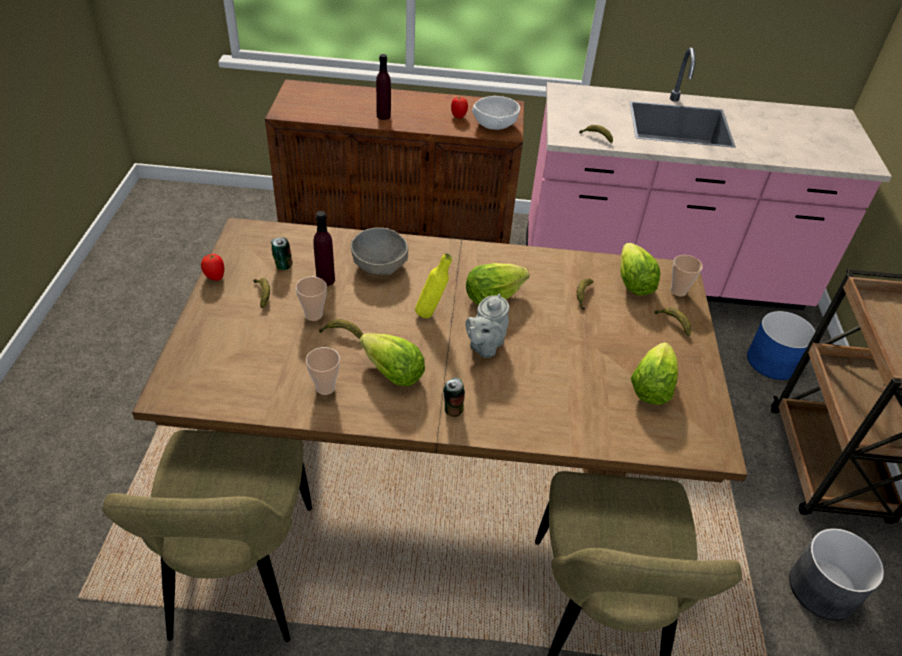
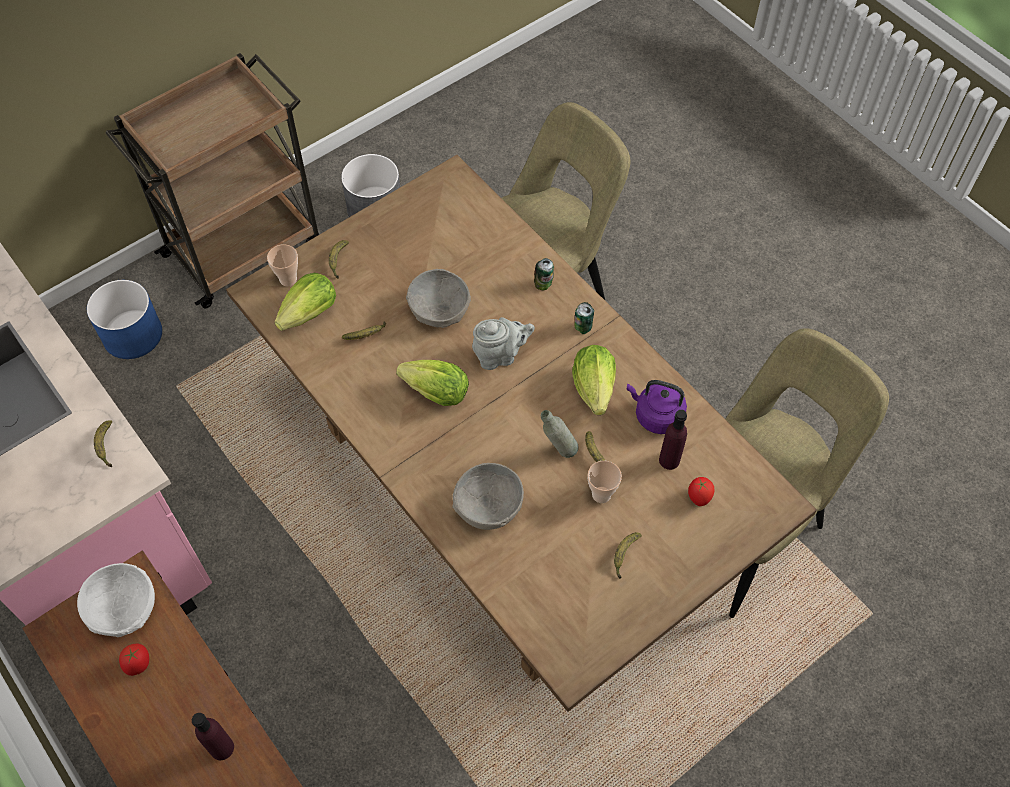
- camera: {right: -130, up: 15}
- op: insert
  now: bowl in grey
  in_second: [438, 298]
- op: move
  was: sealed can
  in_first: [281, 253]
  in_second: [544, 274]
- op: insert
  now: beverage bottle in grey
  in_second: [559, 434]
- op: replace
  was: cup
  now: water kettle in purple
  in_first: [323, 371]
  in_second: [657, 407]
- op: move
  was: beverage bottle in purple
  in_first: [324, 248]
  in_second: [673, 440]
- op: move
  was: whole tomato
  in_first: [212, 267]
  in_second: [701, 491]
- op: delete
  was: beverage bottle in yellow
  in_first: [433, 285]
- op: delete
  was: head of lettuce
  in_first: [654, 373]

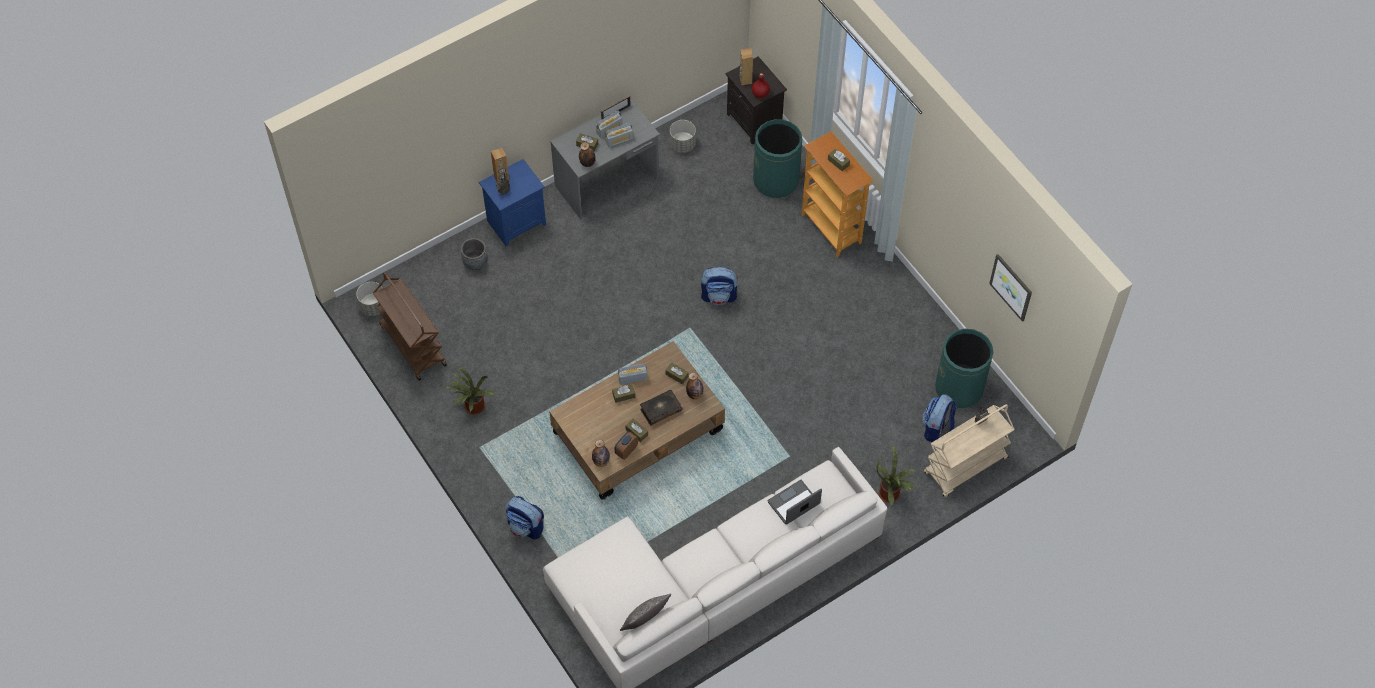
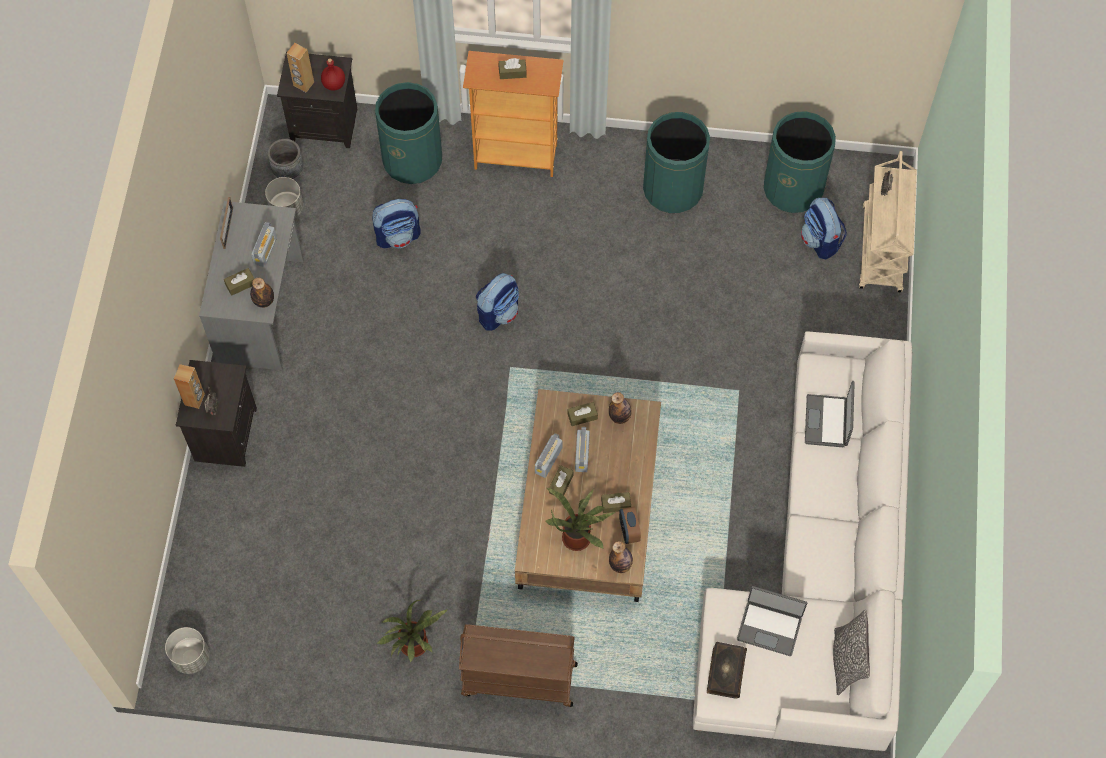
- camera: {right: -50, up: 5}
- op: recolor
  was: nightstand in bluish
  now: nightstand in blackish
  in_first: [512, 202]
  in_second: [216, 413]
- op: move
  was: flower pot in grey
  in_first: [474, 254]
  in_second: [285, 159]
- op: move
  was: rucksack
  in_first: [525, 518]
  in_second: [396, 223]
- op: move
  was: cart in brownish
  in_first: [410, 326]
  in_second: [518, 665]
- op: move
  was: plant in a pot
  in_first: [897, 475]
  in_second: [581, 519]
- op: move
  was: radio receiver
  in_first: [609, 124]
  in_second: [582, 449]
- op: insert
  now: rubbish bin in green-coloured
  in_second: [676, 162]
- op: move
  was: volume
  in_first: [661, 408]
  in_second: [727, 670]
- op: insert
  now: portable computer
  in_second: [772, 621]
- op: delete
  was: wall picture
  in_first: [1010, 288]

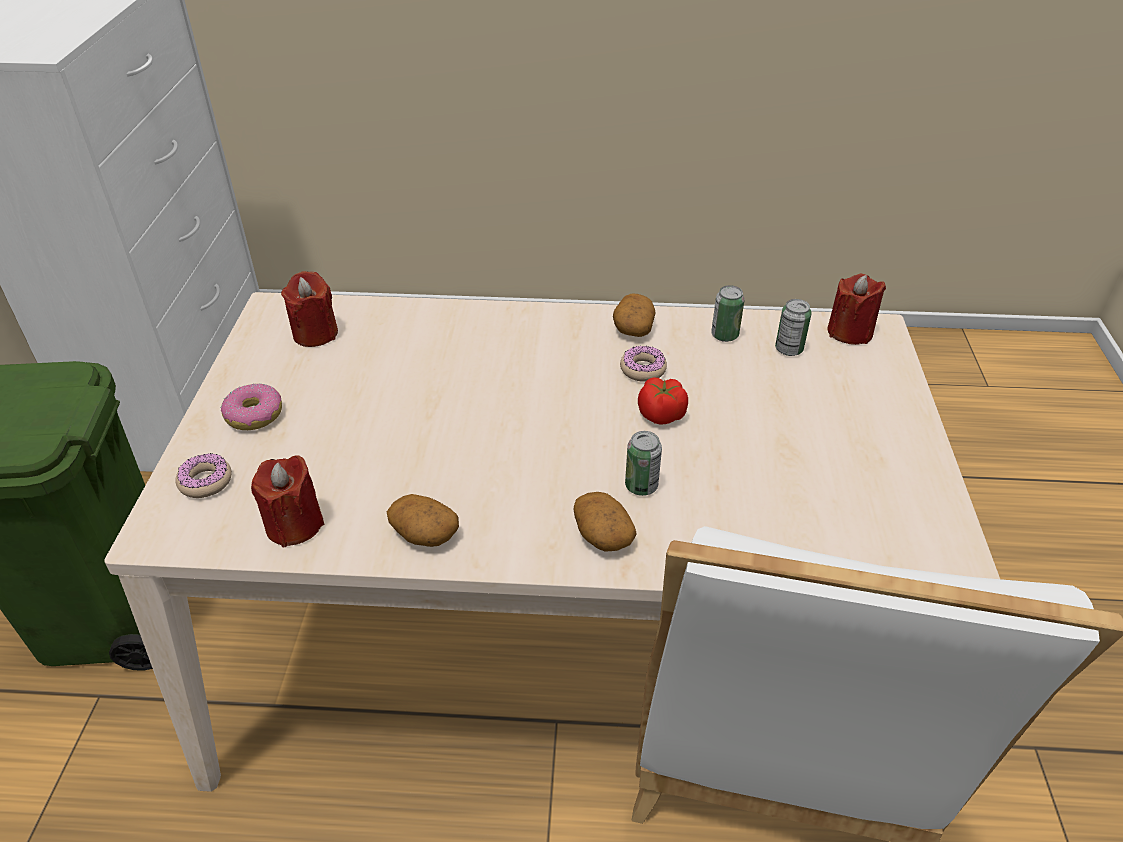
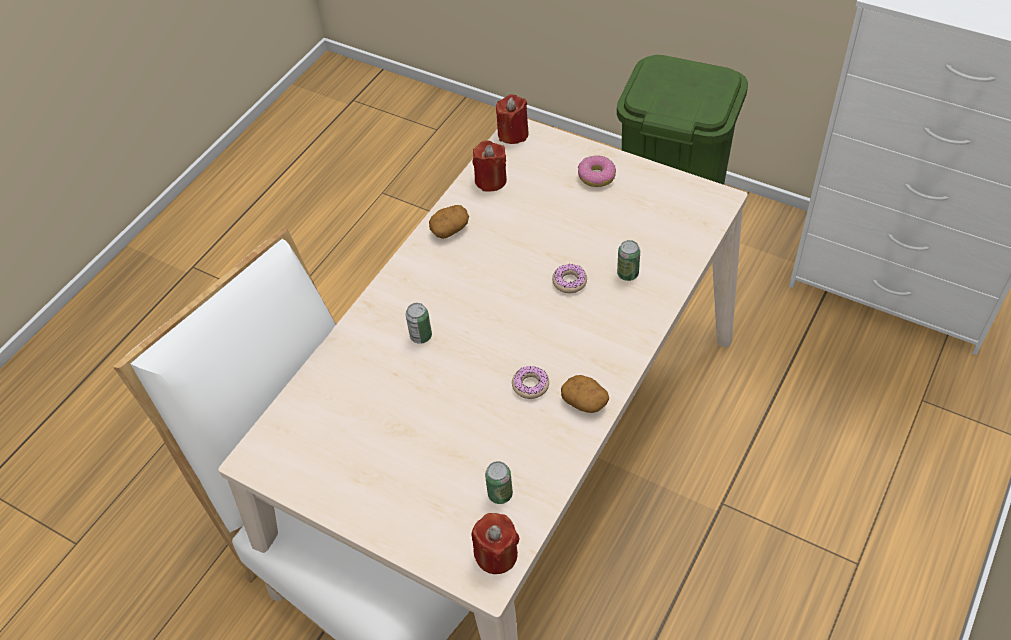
- camera: {right: 120, up: 10}
- op: move
  was: candle in reddish
  in_first: [309, 309]
  in_second: [512, 119]
- op: move
  was: doughnut
  in_first: [203, 475]
  in_second: [569, 278]
- op: move
  was: sealed can
  in_first: [728, 313]
  in_second: [628, 260]
- op: delete
  was: whole potato
  in_first: [605, 522]
- op: delete
  was: whole tomato
  in_first: [663, 401]

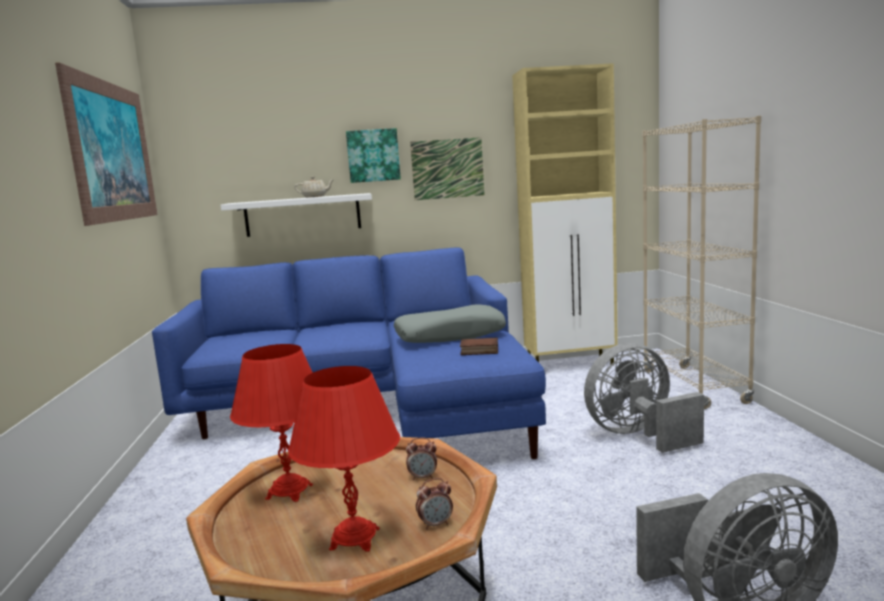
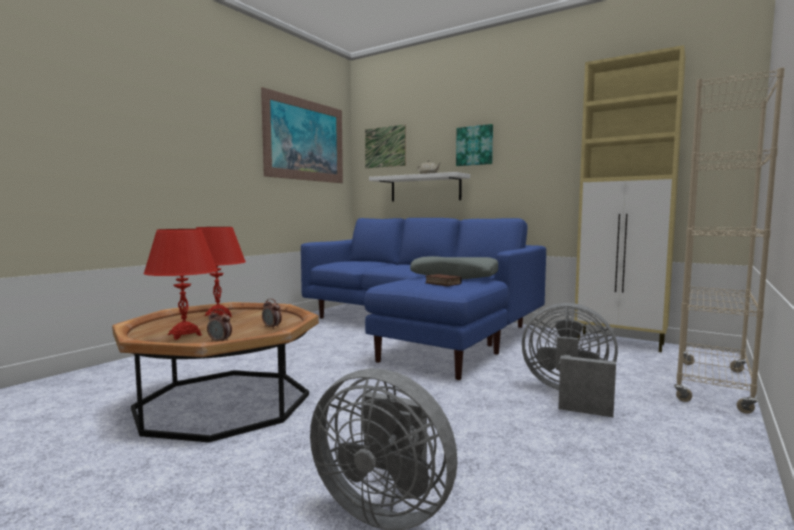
- camera: {right: 40, up: -5}
- op: move
  was: wall picture
  in_first: [447, 168]
  in_second: [385, 146]

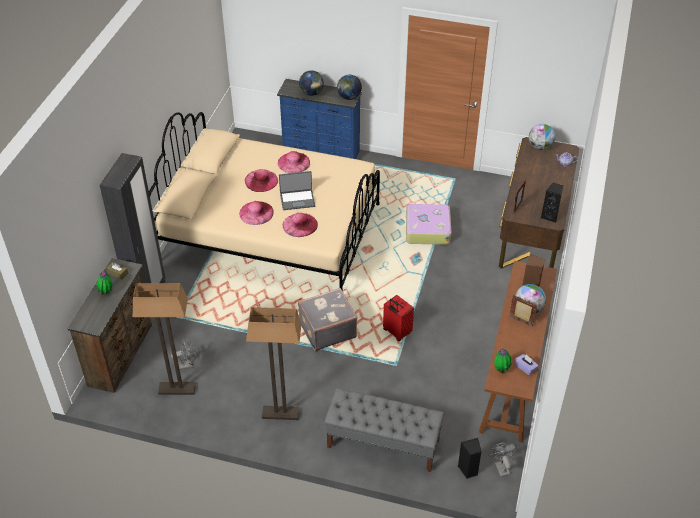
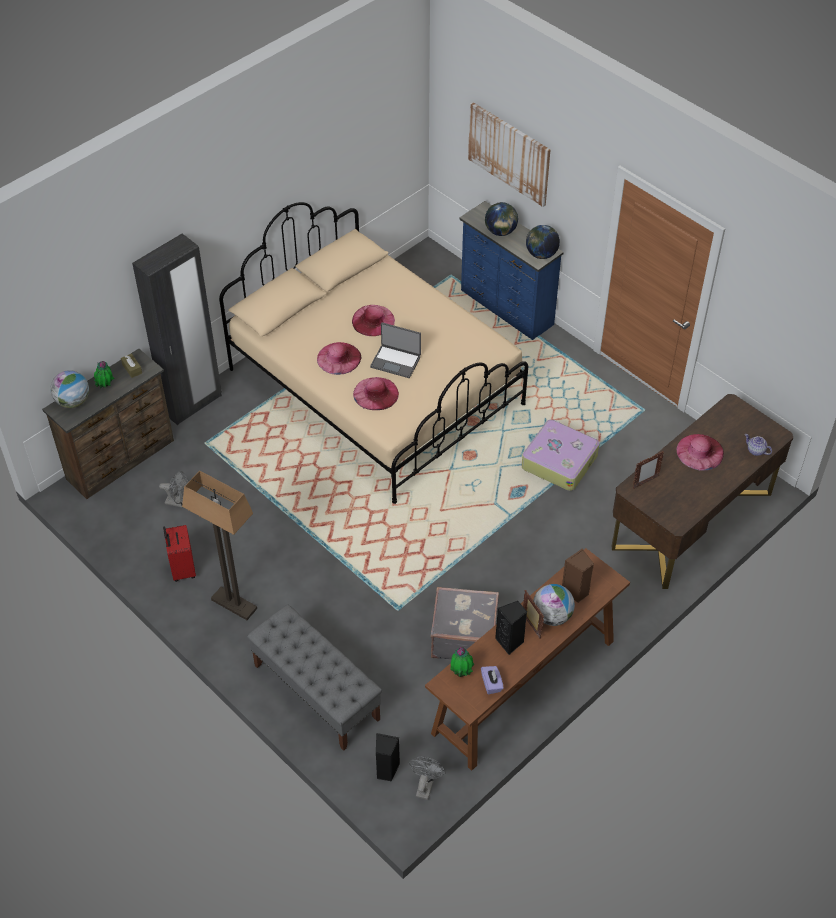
- camera: {right: 30, up: 5}
- op: move
  was: desk globe
  in_first: [542, 137]
  in_second: [69, 389]
- op: move
  was: travel case in reddish
  in_first: [398, 318]
  in_second: [179, 553]
- op: move
  was: travel case in grey
  in_first: [327, 319]
  in_second: [465, 623]
- op: insert
  now: wall picture
  in_second: [509, 154]
- op: move
  was: loudspeaker in blackish
  in_first: [552, 203]
  in_second: [511, 628]
- op: move
  was: wearable hat in pinkish
  in_first: [294, 162]
  in_second: [700, 452]
- op: delete
  was: standard lamp
  in_first: [164, 339]

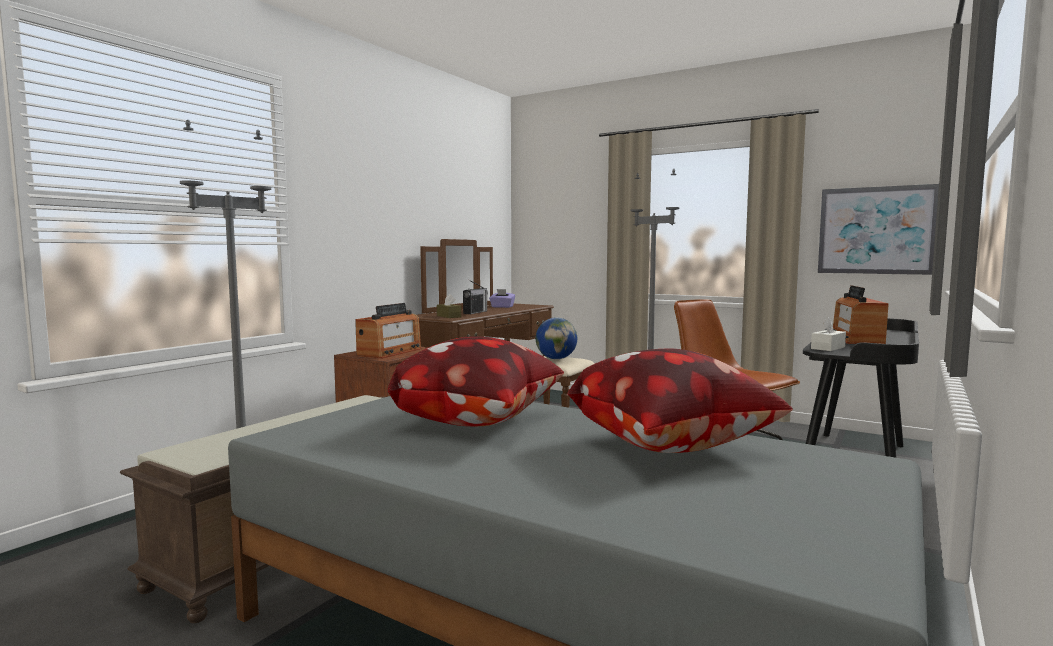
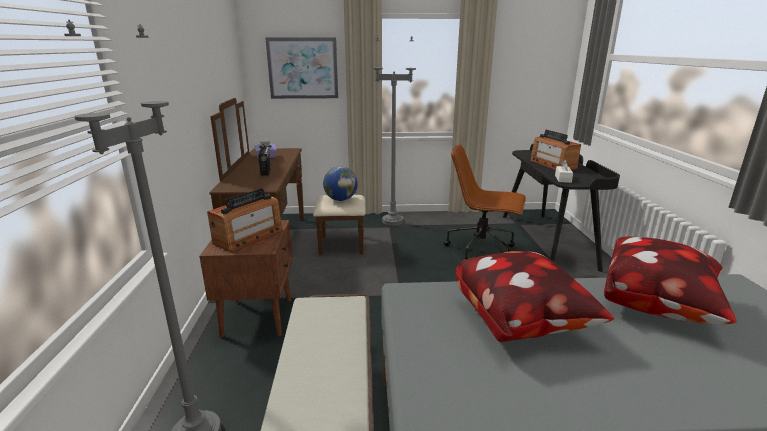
- camera: {right: -35, up: 15}
- op: rotate
  was: radio receiver
  in_first: [388, 330]
  in_second: [244, 220]
  clockwise: 45
- op: move
  was: wall picture
  in_first: [878, 229]
  in_second: [301, 68]
- op: delete
  was: tissue holder in brownish
  in_first: [449, 306]

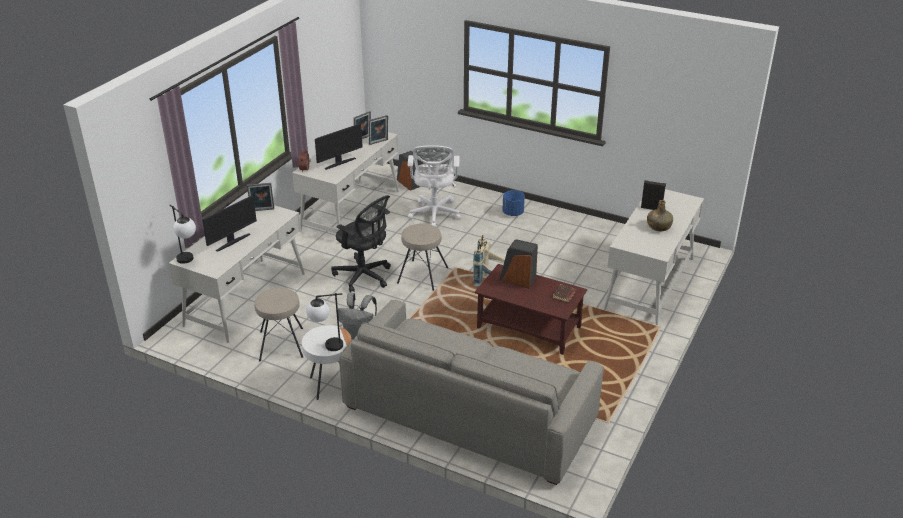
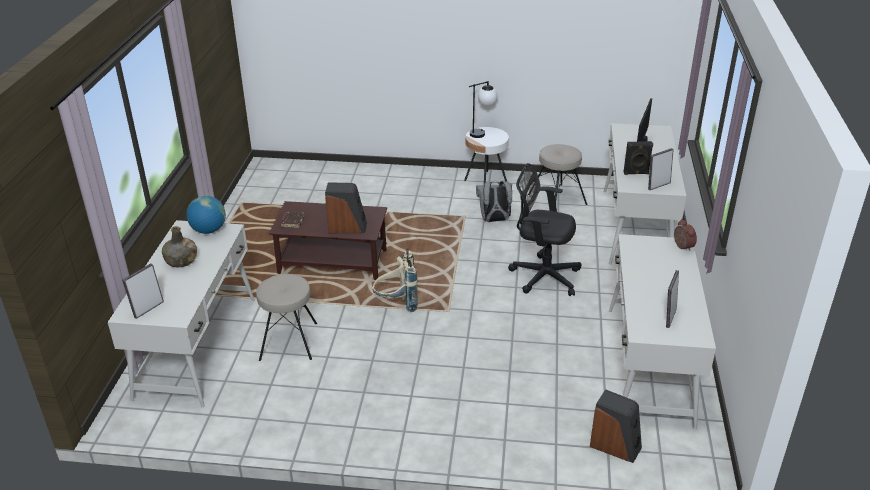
- camera: {right: 160, up: 0}
- op: move
  was: photo frame
  in_first: [378, 130]
  in_second: [143, 291]
- op: insert
  now: desk globe
  in_second: [206, 215]
- op: move
  was: sitting stool in beige-coloured
  in_first: [422, 257]
  in_second: [286, 317]
- op: move
  was: loudspeaker in blackish
  in_first: [653, 195]
  in_second: [638, 158]
- op: delete
  was: lamp for a table
  in_first: [182, 234]
- op: delete
  was: monitor
  in_first: [339, 147]
- op: delete
  was: settee in grey
  in_first: [471, 392]
- op: delete
  was: computer chair in white-coloured
  in_first: [434, 186]
- op: delete
  was: flower pot in bluish
  in_first: [513, 203]

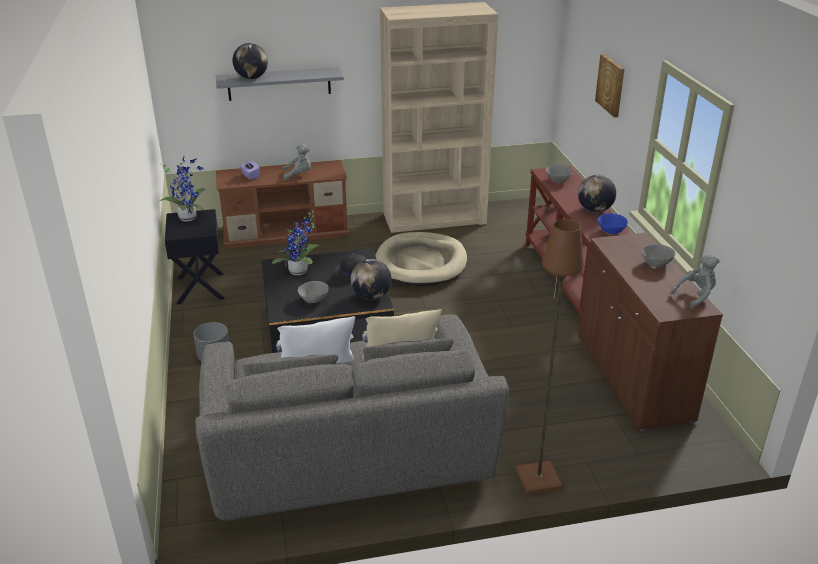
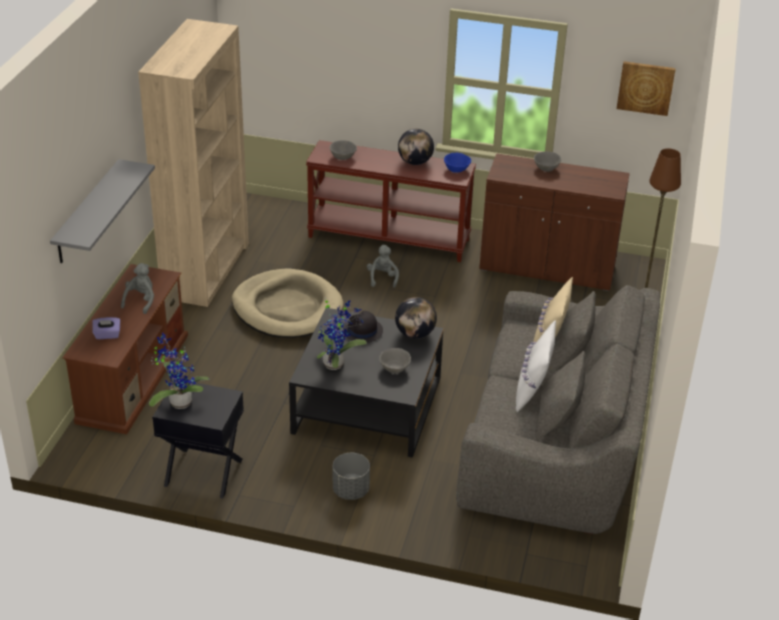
- camera: {right: -65, up: 5}
- op: move
  was: soft toy in grey
  in_first: [695, 281]
  in_second: [383, 266]
- op: move
  was: wall picture
  in_first: [609, 85]
  in_second: [646, 88]
- op: delete
  was: desk globe
  in_first: [250, 61]

